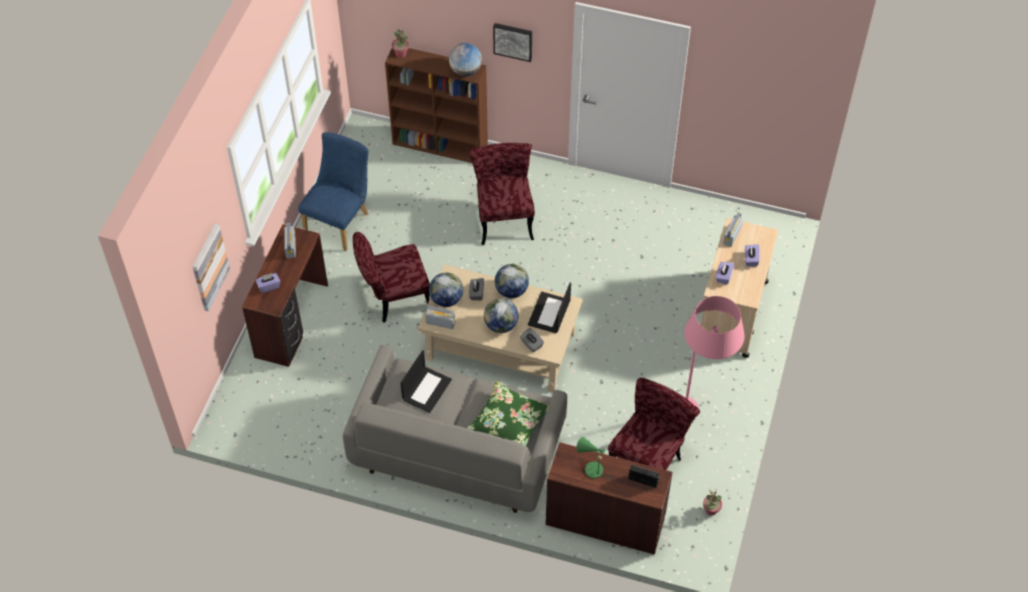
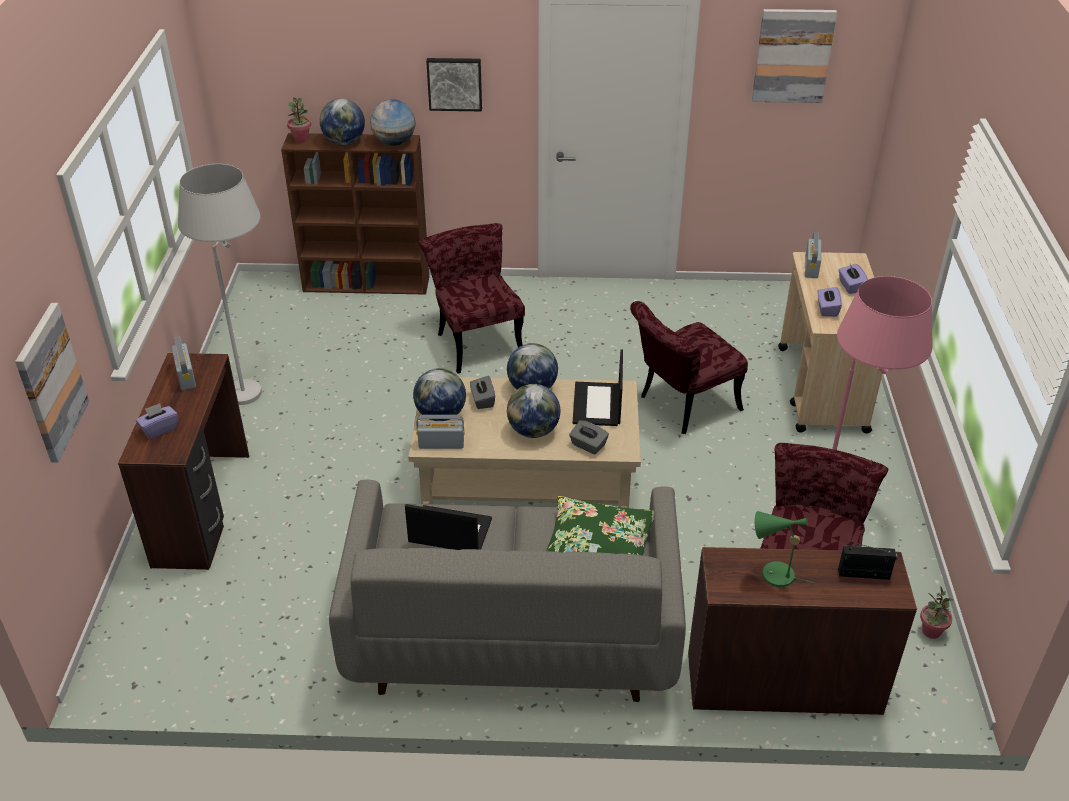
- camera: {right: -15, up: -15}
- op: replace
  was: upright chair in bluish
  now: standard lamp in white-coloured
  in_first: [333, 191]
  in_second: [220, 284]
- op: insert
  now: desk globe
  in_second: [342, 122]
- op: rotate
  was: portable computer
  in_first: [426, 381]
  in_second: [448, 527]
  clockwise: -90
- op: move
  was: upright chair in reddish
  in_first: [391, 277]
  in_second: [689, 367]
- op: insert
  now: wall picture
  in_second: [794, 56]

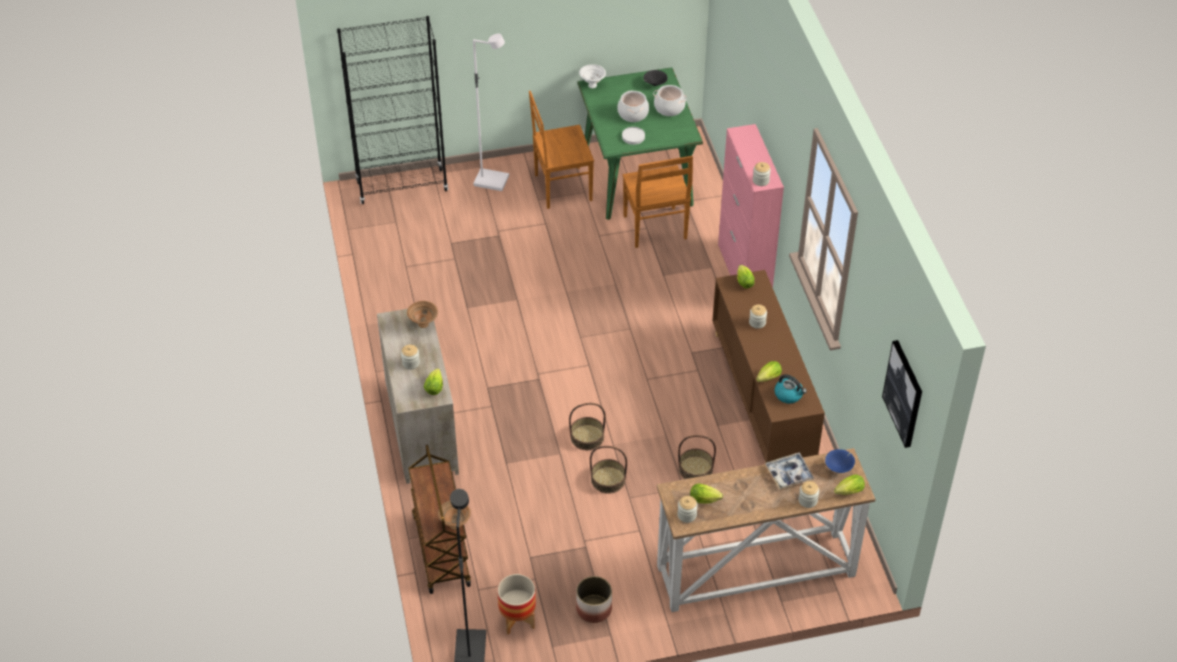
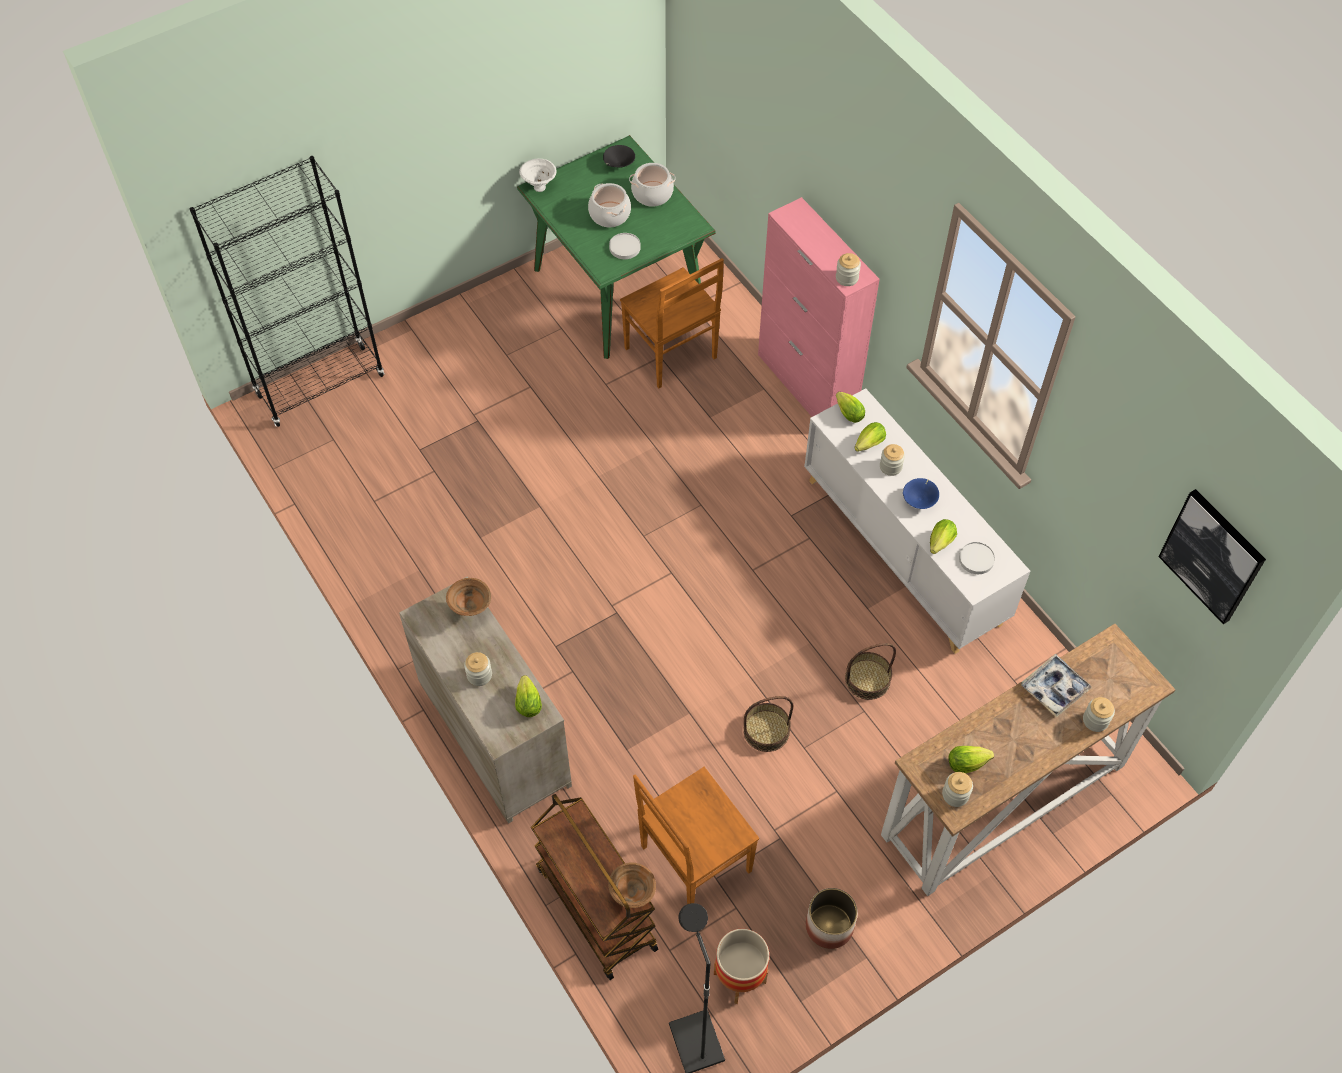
- camera: {right: -20, up: 10}
- op: move
  was: upright chair in brownish
  in_first: [561, 150]
  in_second: [696, 835]
- op: recolor
  was: cupboard in brownish
  now: cupboard in white-coloured
  in_first: [768, 367]
  in_second: [917, 521]
- op: move
  was: head of lettuce
  in_first: [849, 484]
  in_second: [870, 437]
- op: move
  was: bowl in bluish
  in_first: [840, 461]
  in_second: [921, 493]
- op: replace
  was: water kettle
  now: flat dish in white-coloured
  in_first: [791, 389]
  in_second: [977, 558]
- op: delete
  was: standard lamp in white-coloured
  in_first: [491, 112]
- op: delete
  was: basket
  in_first: [587, 426]

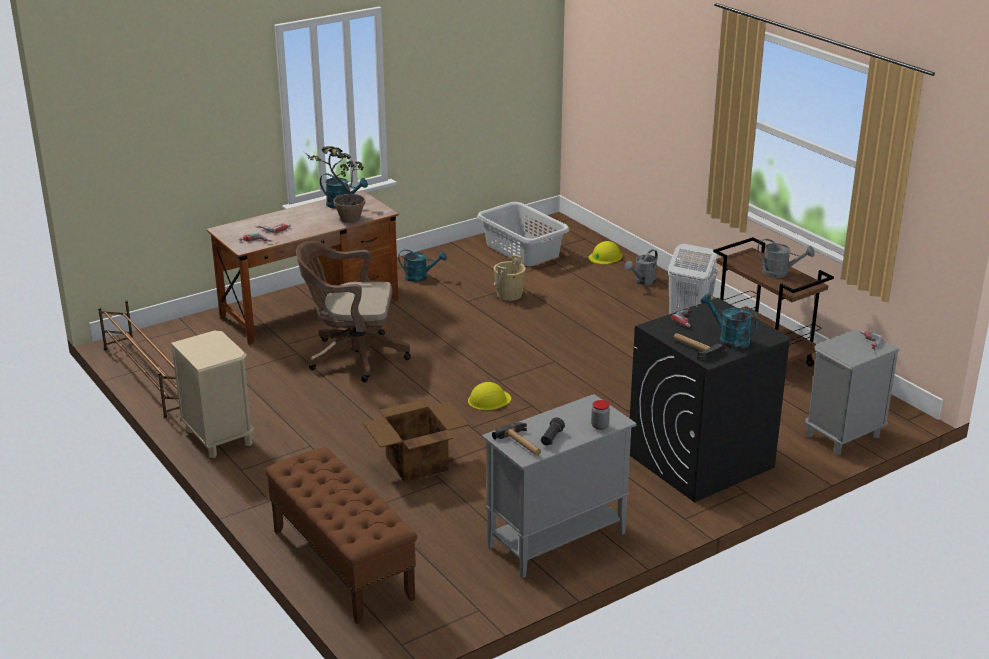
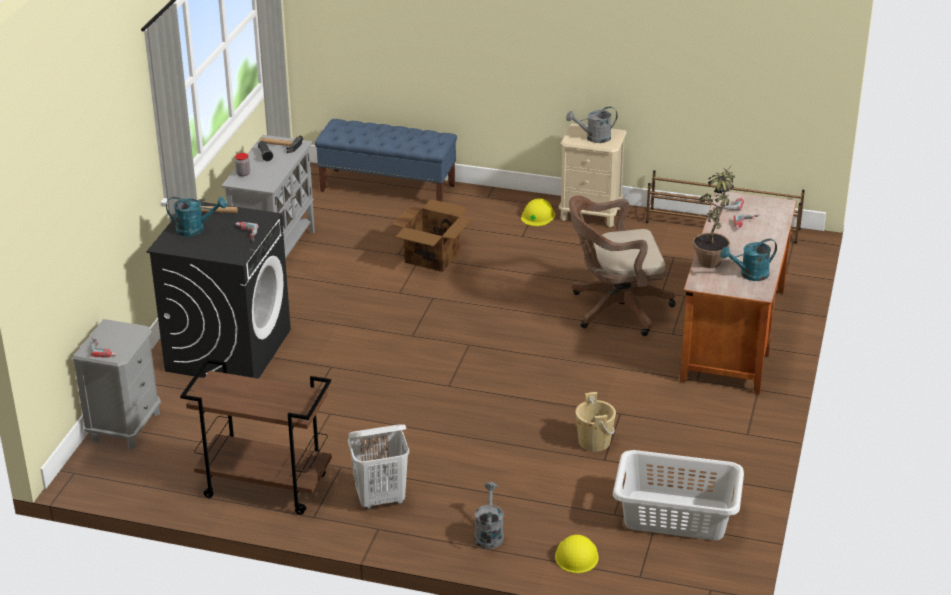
- camera: {right: 140, up: 5}
- op: recolor
  was: bench in brownish
  now: bench in bluish
  in_first: [341, 535]
  in_second: [386, 160]
- op: move
  was: work helmet in yellow
  in_first: [489, 396]
  in_second: [538, 212]
- op: move
  was: watering pot in grey
  in_first: [786, 258]
  in_second: [592, 124]
- op: rotate
  was: computer chair in brownish
  in_first: [353, 311]
  in_second: [622, 265]
  clockwise: -150
- op: delete
  was: watering pot in turquoise
  in_first: [422, 265]

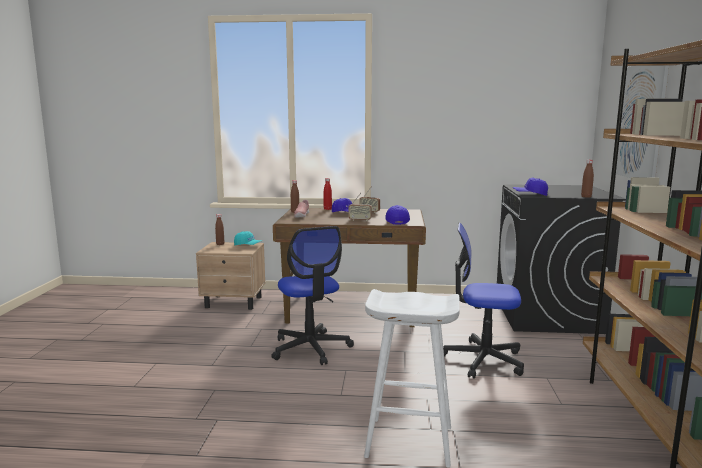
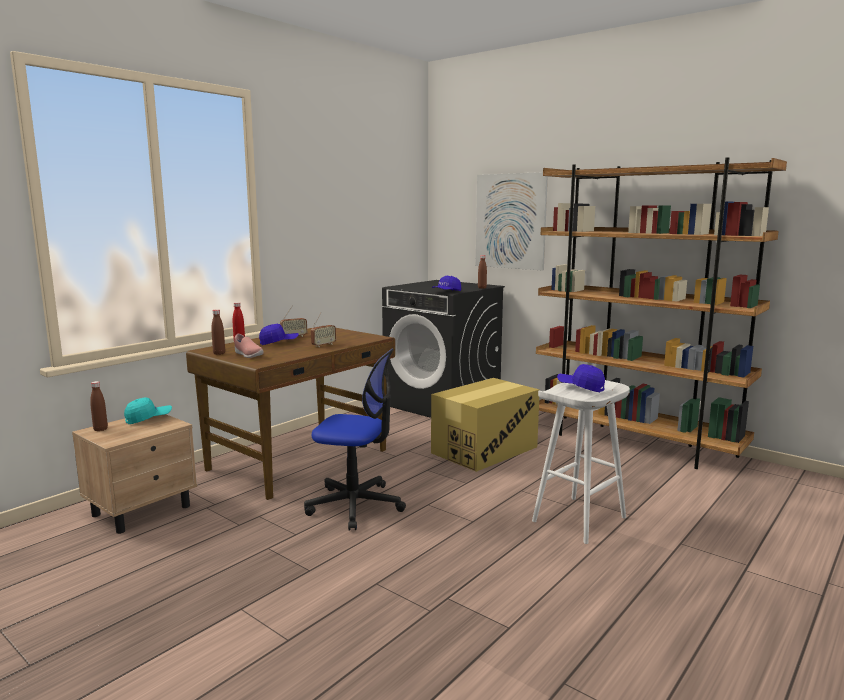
- camera: {right: -55, up: 0}
- op: replace
  was: computer chair
  now: cardboard box
  in_first: [483, 300]
  in_second: [485, 425]
- op: move
  was: baseball cap in bluish
  in_first: [397, 215]
  in_second: [581, 378]

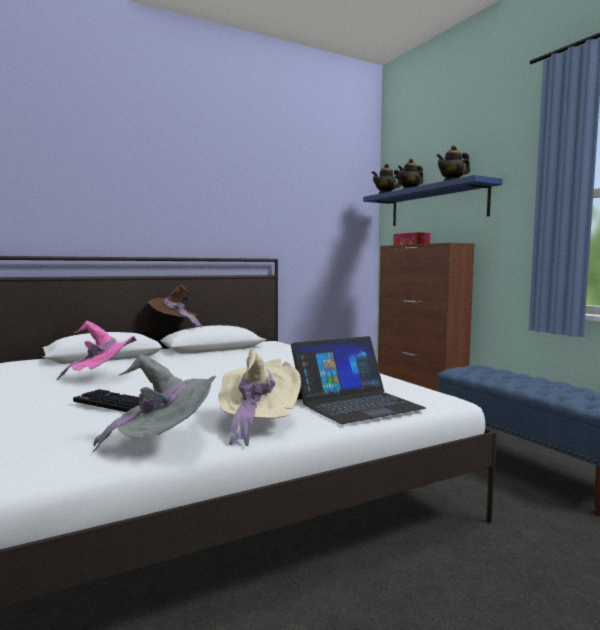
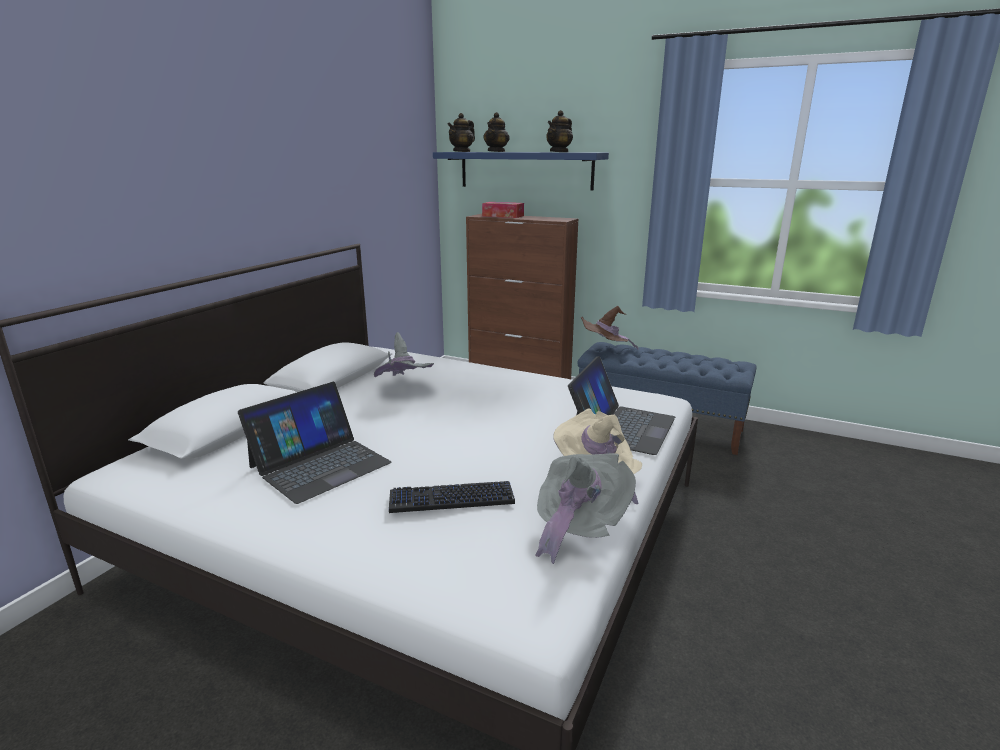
- camera: {right: -35, up: 15}
- op: replace
  was: wearable hat in pinkish
  now: portable computer
  in_first: [97, 350]
  in_second: [315, 443]
- op: insert
  now: wearable hat in grey
  in_second: [404, 354]
- op: move
  was: wearable hat in brownish
  in_first: [175, 306]
  in_second: [610, 328]

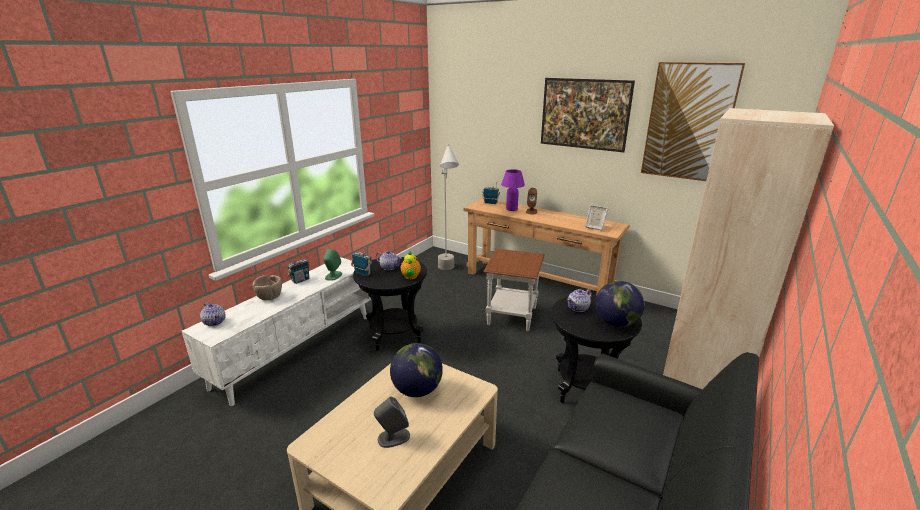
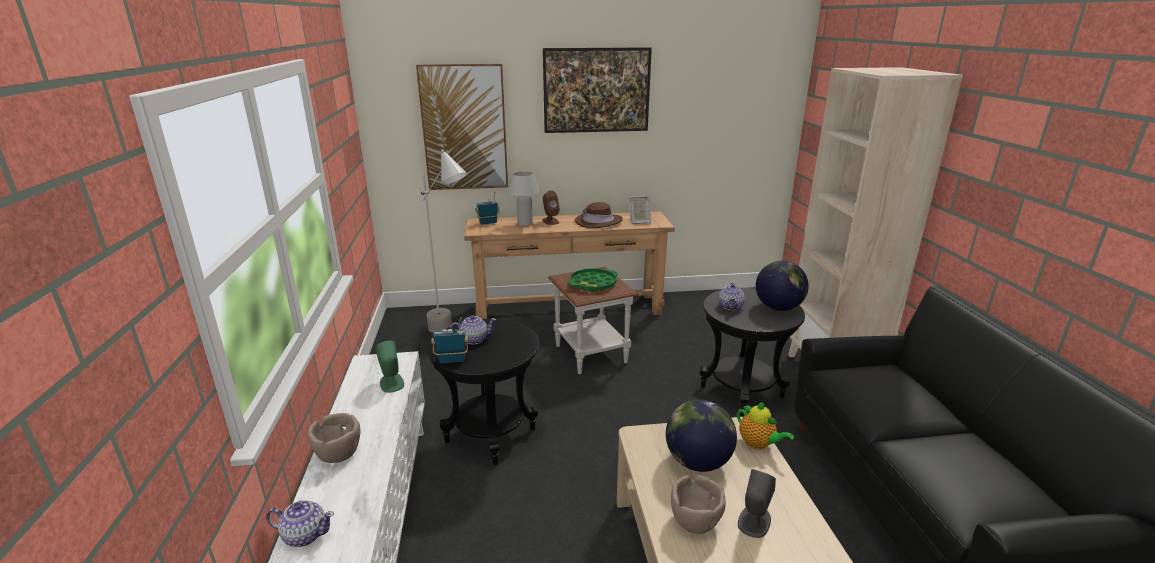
- camera: {right: -40, up: 0}
- op: move
  was: wall picture
  in_first: [693, 121]
  in_second: [462, 127]
- op: recolor
  was: lamp for a table in purple
  now: lamp for a table in white-coloured
  in_first: [513, 190]
  in_second: [524, 198]
- op: insert
  now: serving tray in green-coloured
  in_second: [593, 280]
- op: insert
  now: wearable hat in brownish
  in_second: [599, 215]
- op: insert
  now: bowl in brownish
  in_second: [698, 504]
- op: move
  was: teapot
  in_first: [411, 265]
  in_second: [765, 426]
- op: delete
  was: radio receiver
  in_first: [298, 269]

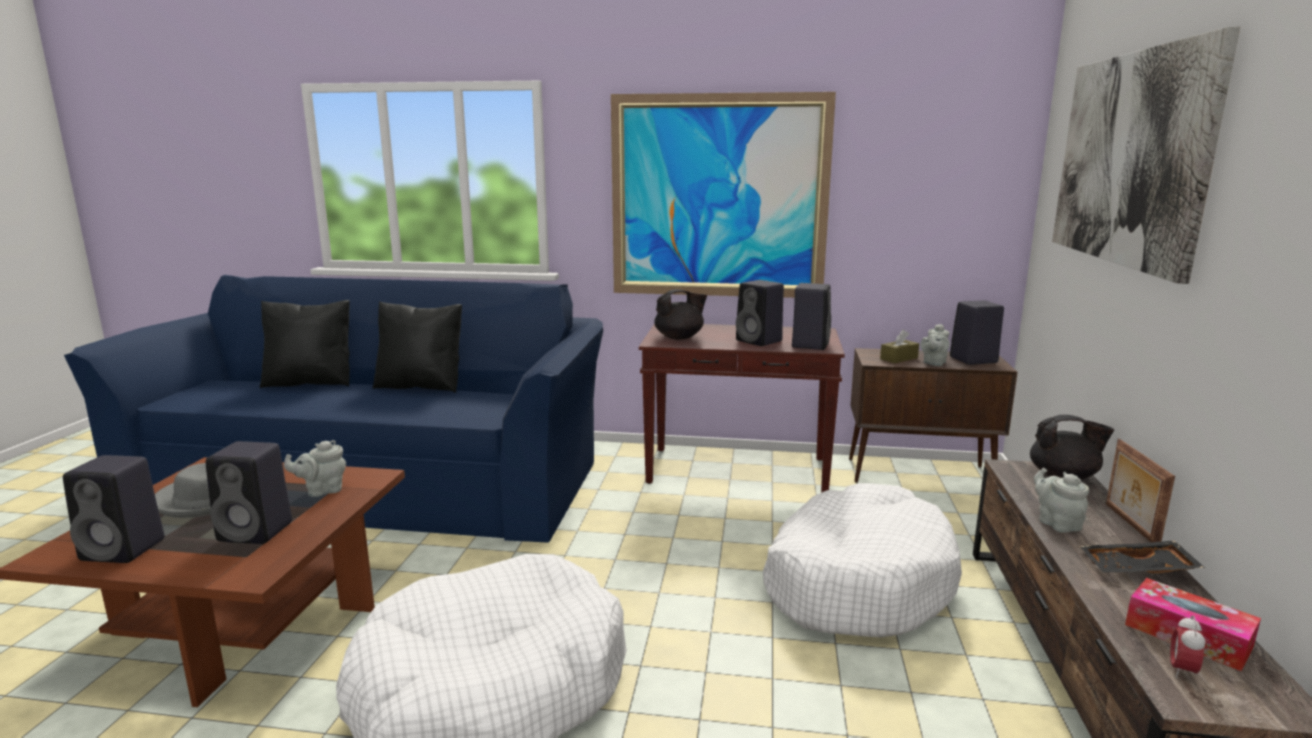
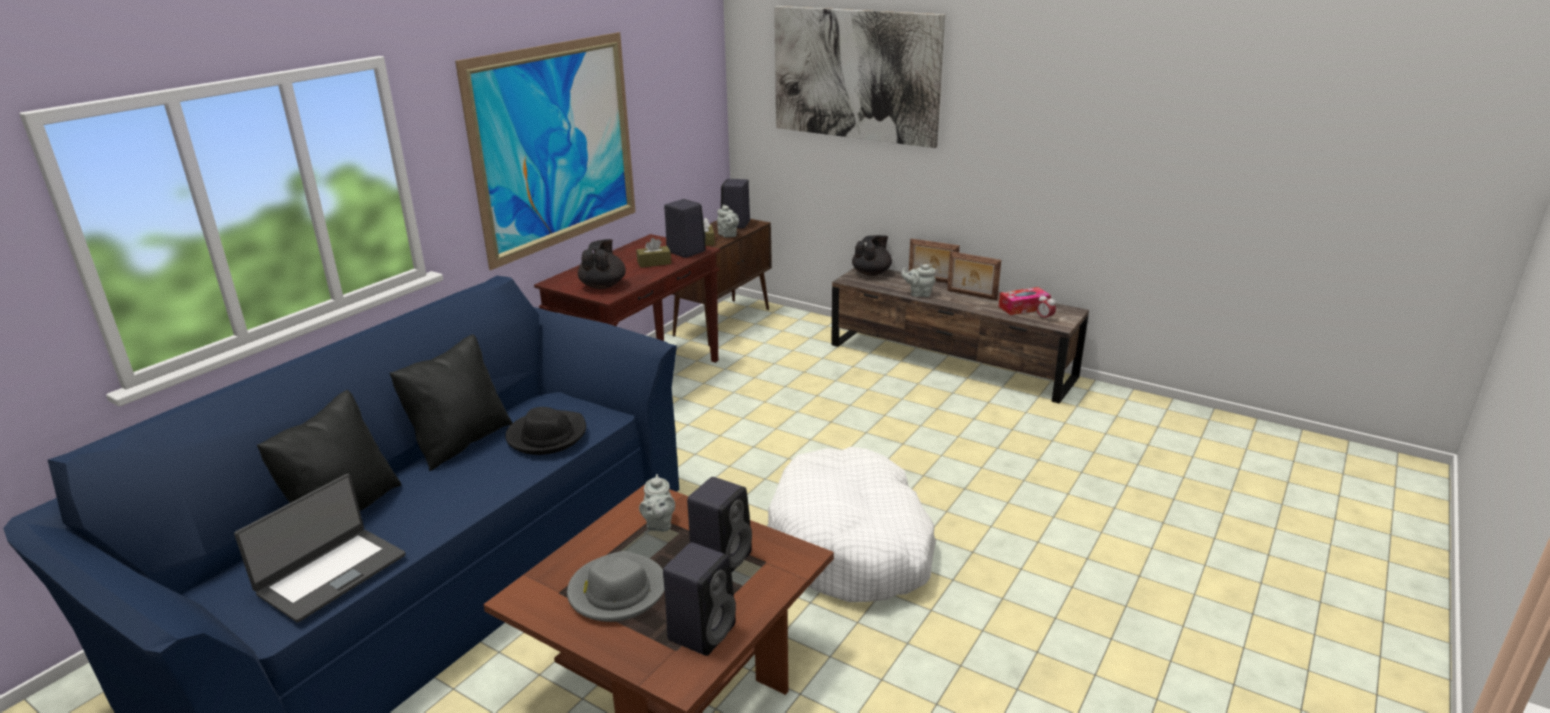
- camera: {right: -65, up: 10}
- op: insert
  now: portable computer
  in_second: [320, 548]
- op: insert
  now: wearable hat in blackish
  in_second: [545, 431]
- op: replace
  was: loudspeaker in blackish
  now: tissue holder in brownish
  in_first: [760, 313]
  in_second: [653, 253]
- op: replace
  was: serving tray in blackish
  now: photo frame
  in_first: [1142, 557]
  in_second: [974, 275]
- op: delete
  was: pet bed in white-coloured
  in_first: [862, 560]

